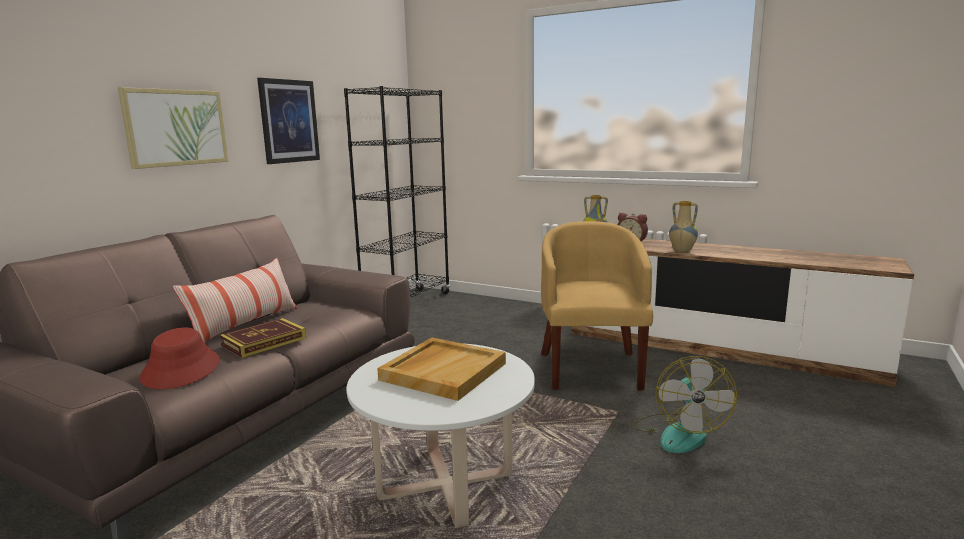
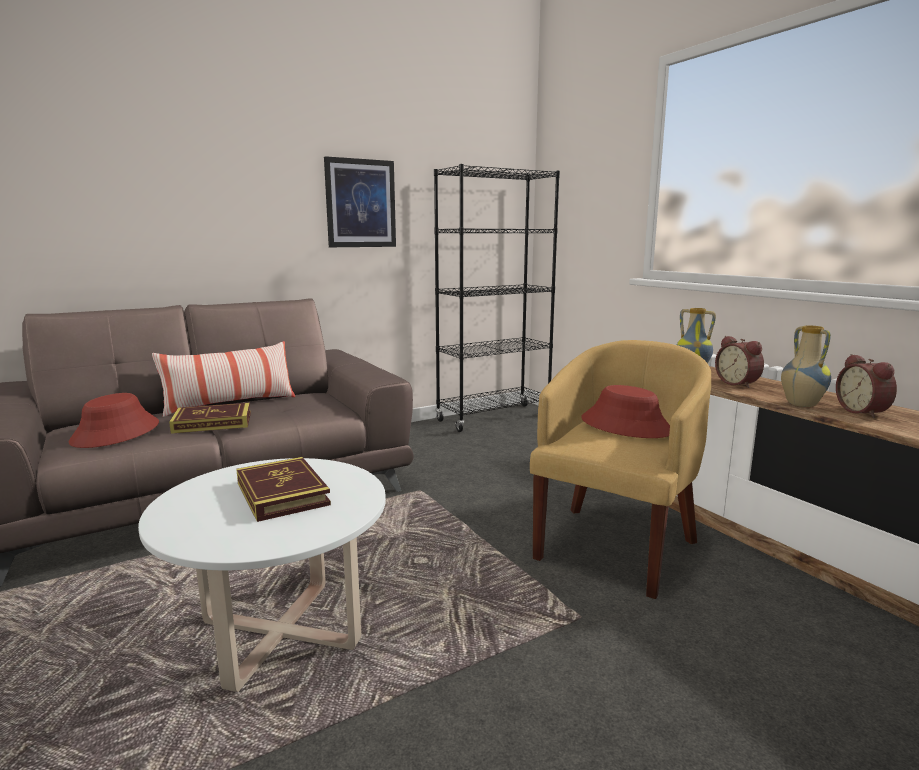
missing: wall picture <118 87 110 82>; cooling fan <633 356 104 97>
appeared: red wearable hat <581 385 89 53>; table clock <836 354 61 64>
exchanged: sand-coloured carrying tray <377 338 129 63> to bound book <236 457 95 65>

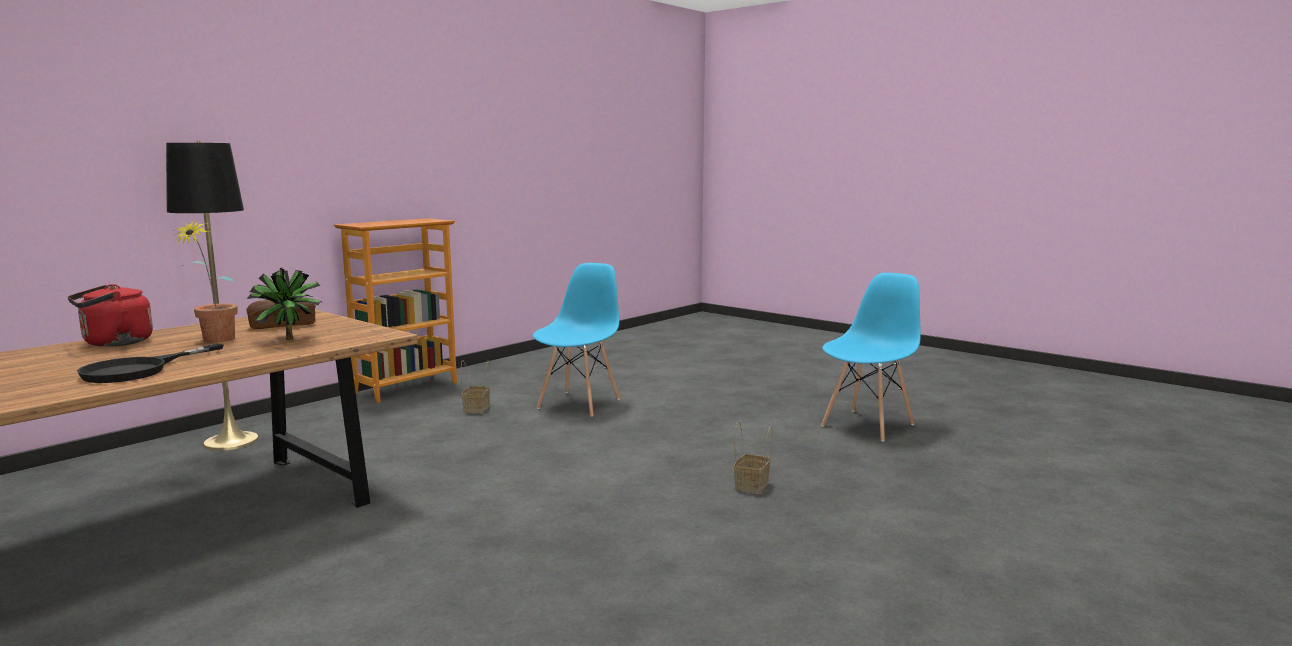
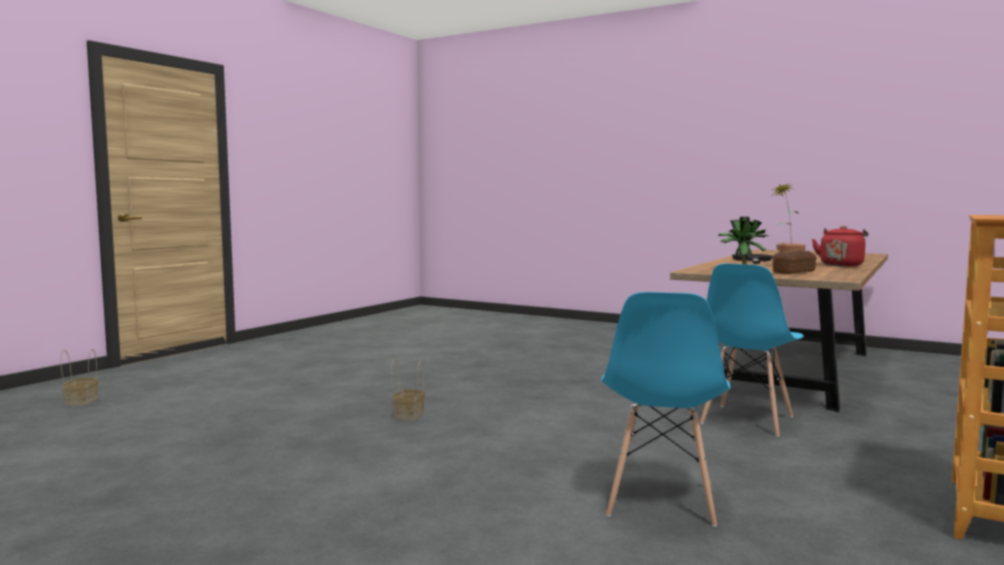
missing: blackish standing lamp <166 141 93 310>
relocated: household basket <461 360 29 54> to <60 349 39 57>; bluish plain chair <821 273 100 168> to <700 264 104 173>

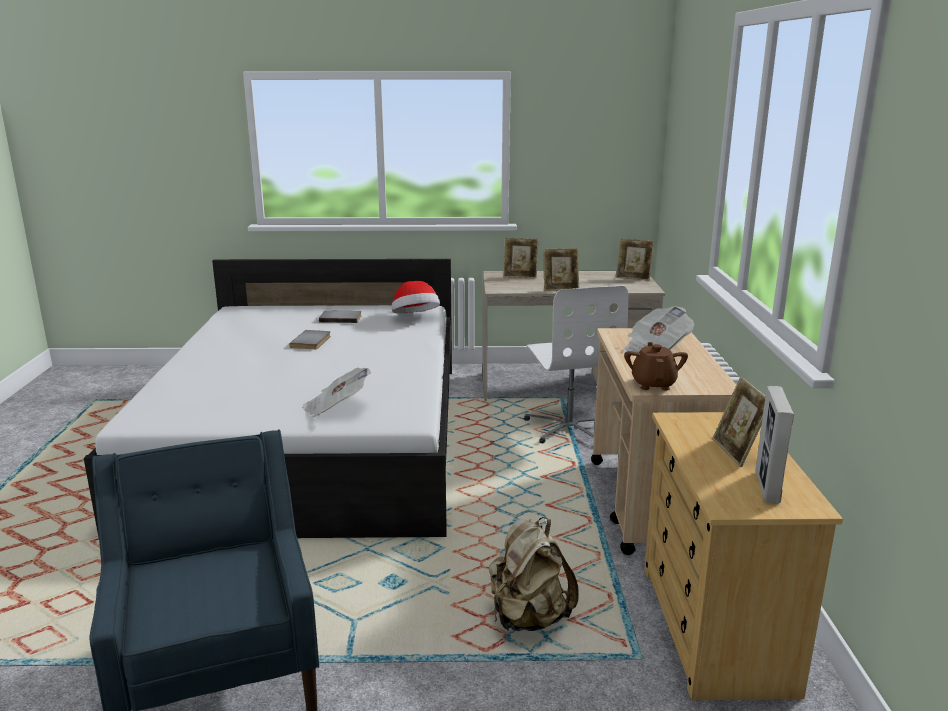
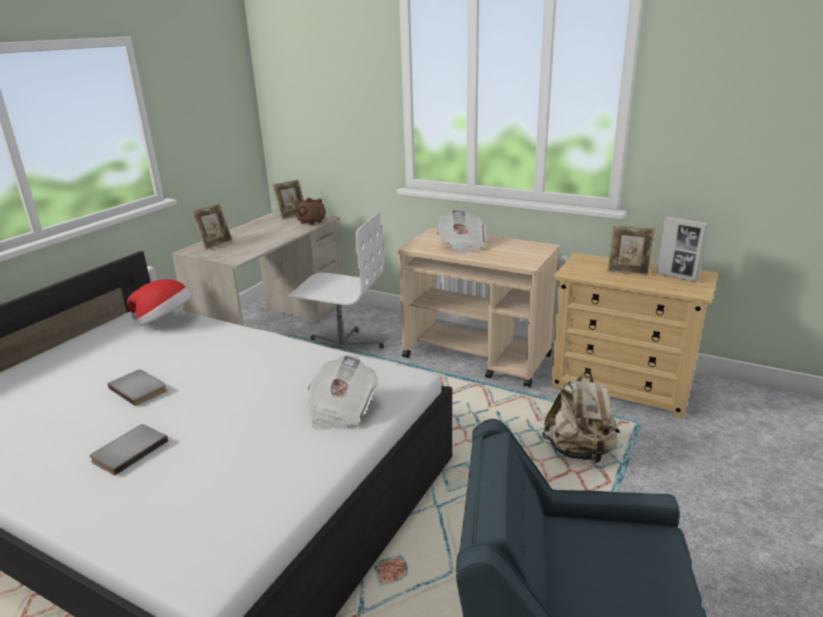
missing: picture frame <543 248 36 43>
relocated: greyish bound book <319 310 43 13> to <90 424 78 51>; brown pot for tea <624 342 64 48> to <293 198 33 27>

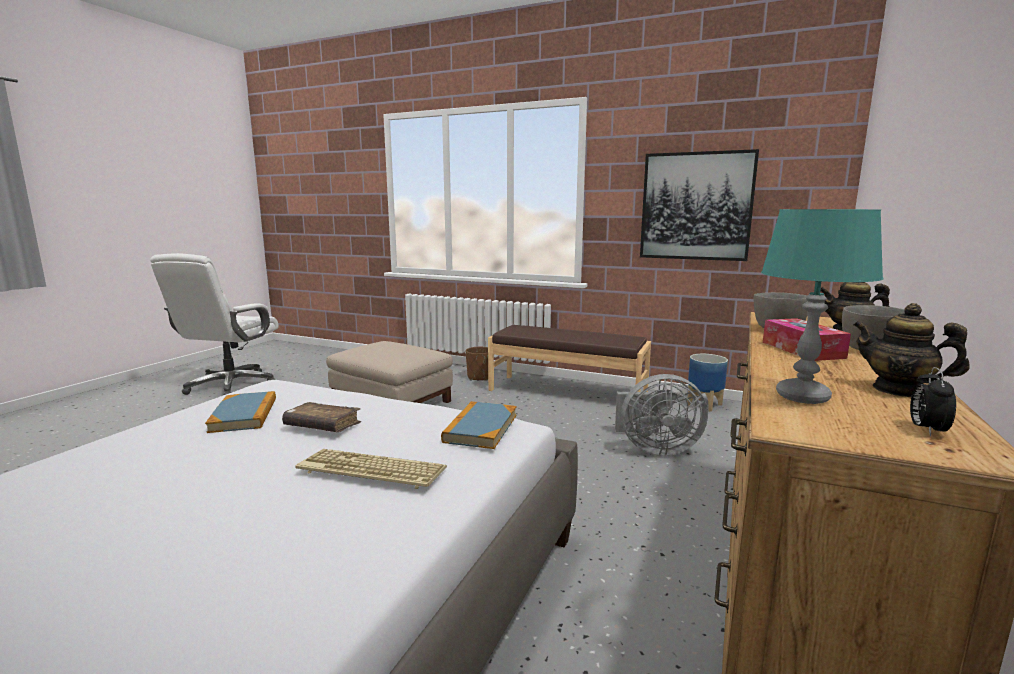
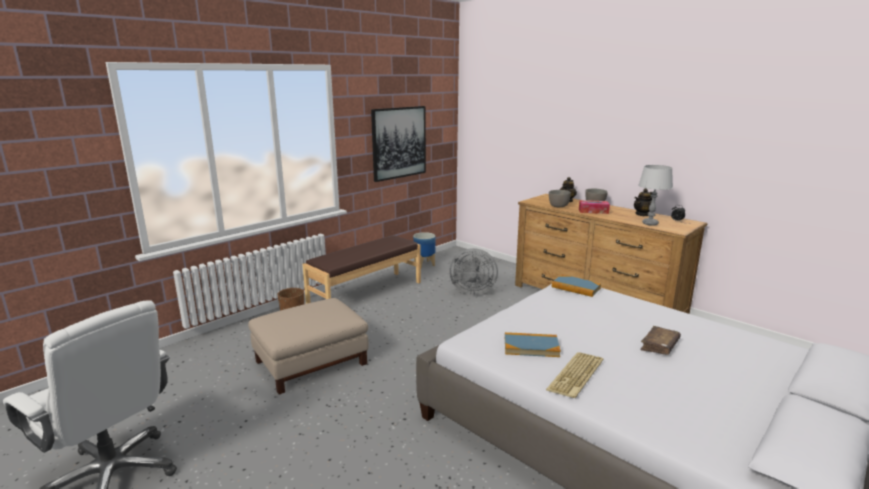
relocated: computer keyboard <296 449 151 40> to <546 352 57 46>; brown bound book <282 402 79 30> to <640 326 41 29>
colour: blue-green table lamp <761 209 122 195> to greyish table lamp <638 165 35 61>
spun: greyish cooling fan <615 374 93 82> = <449 248 49 47> 75 degrees clockwise

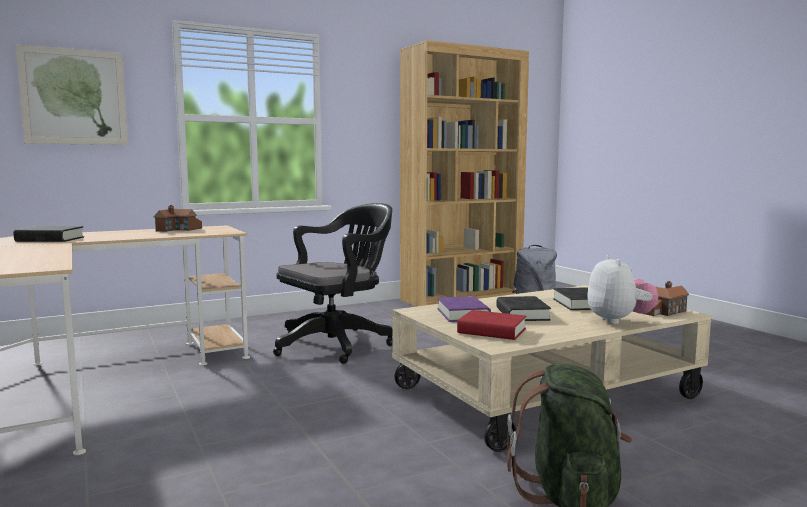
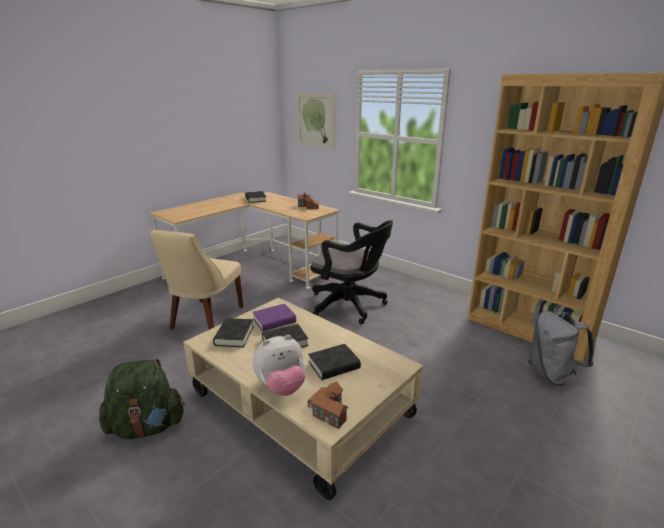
appeared: sand-coloured plain chair <150 230 93 100>
colour: red bound book <457 310 69 30> to blackish bound book <213 318 41 29>

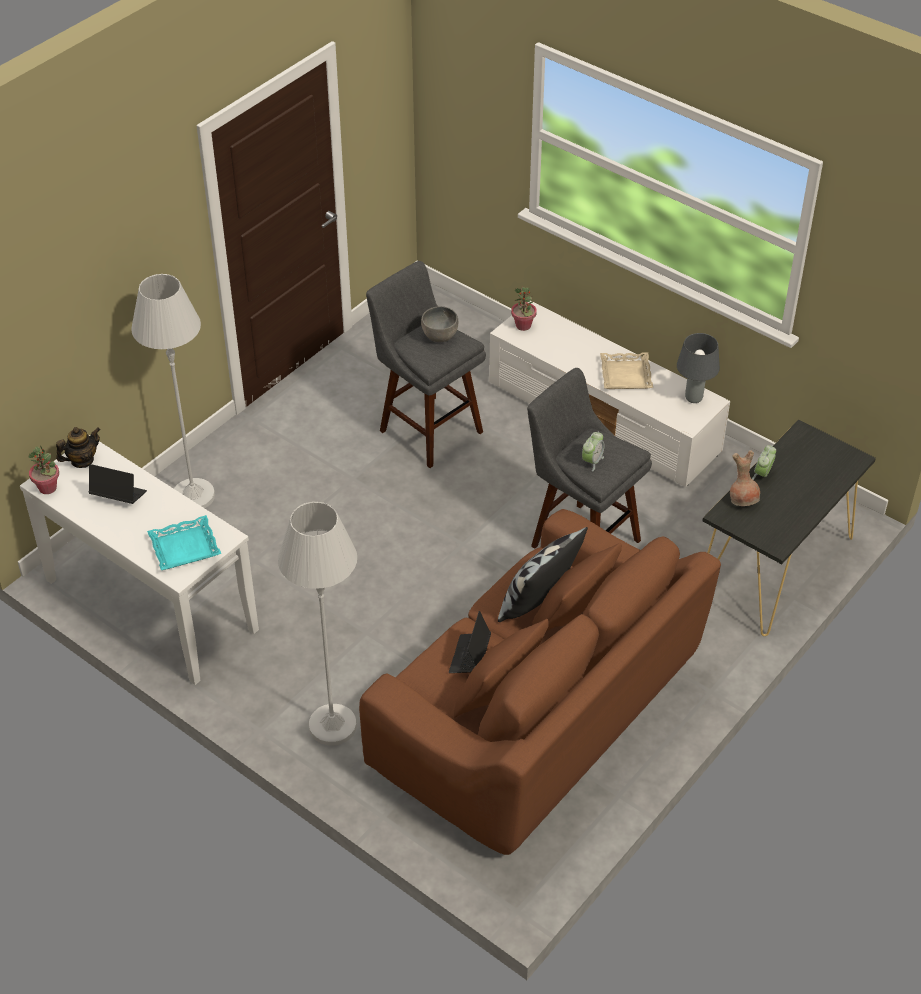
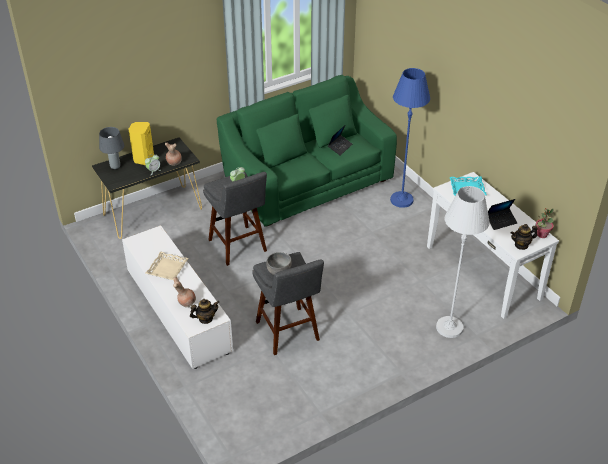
missing: pillow <498 527 90 95>
appeared: yellow loudspeaker <128 122 26 43>; brown flower vase <173 277 23 30>
relocated: greyish table lamp <677 333 43 70> to <99 127 25 42>
exchanged: plant in a pot <511 287 26 44> to pot for tea <190 299 30 25>
colour: brown settee <359 509 362 346> to green settee <217 75 180 151>; whitish standing lamp <278 502 79 244> to bluish standing lamp <390 68 40 140>
spun: notebook computer <89 464 58 40> = <488 199 29 31> 60 degrees counterclockwise

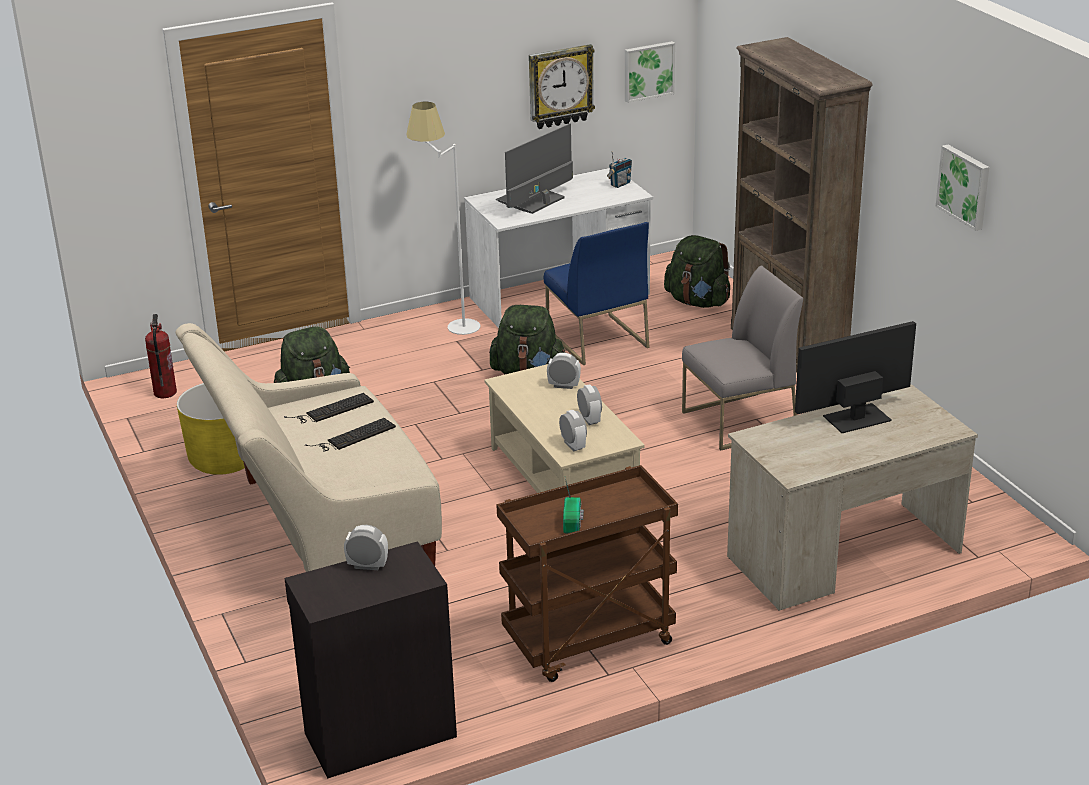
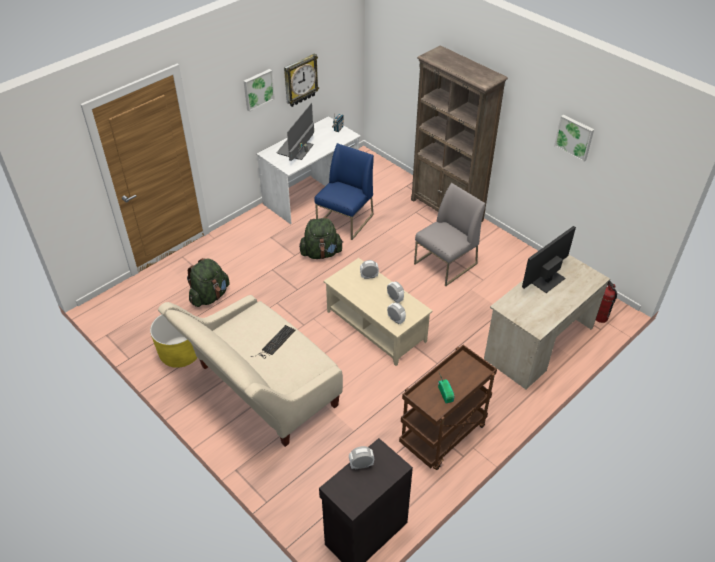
missing: computer keyboard <284 393 90 30>; whitish standing lamp <406 102 74 233>; green knapsack <664 235 66 73>
relocated: wall picture <625 41 50 62> to <244 69 31 43>; fire extinguisher <145 314 32 84> to <596 281 21 42>
spun: bluish plain chair <544 222 105 143> = <314 143 60 97> 105 degrees counterclockwise

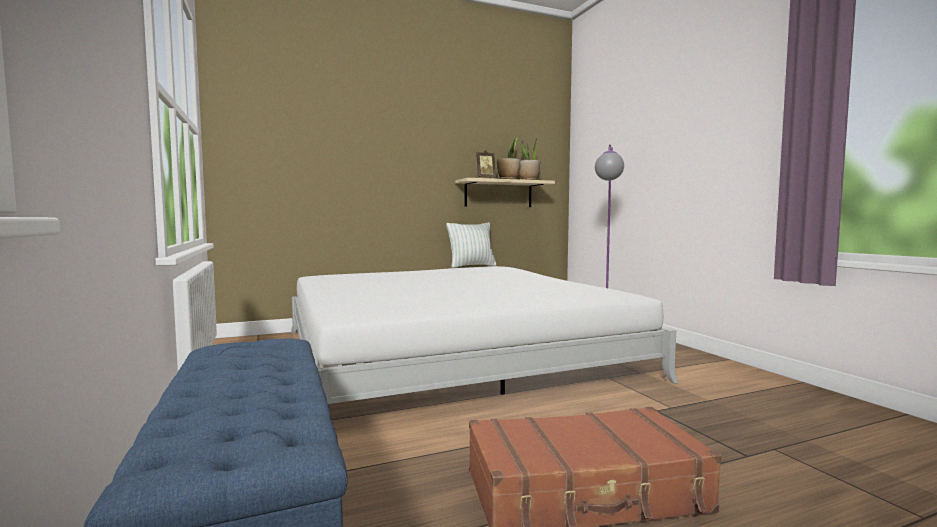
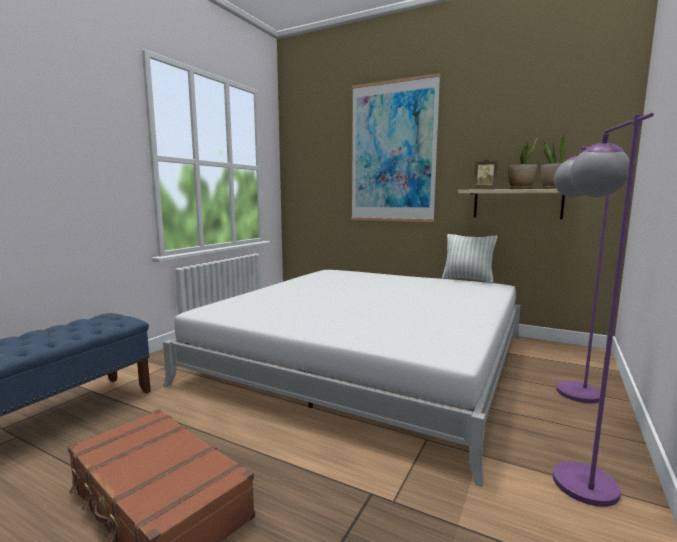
appeared: wall picture <351 73 89 149>; purple-coloured standing lamp <553 113 101 394>

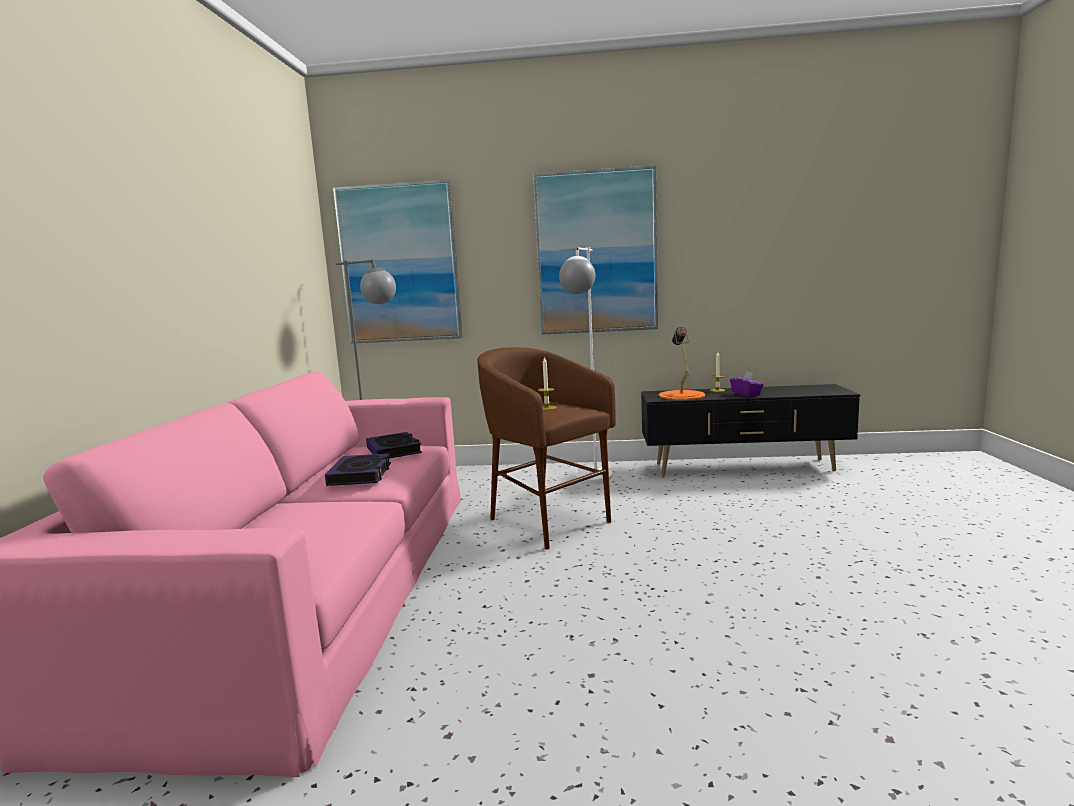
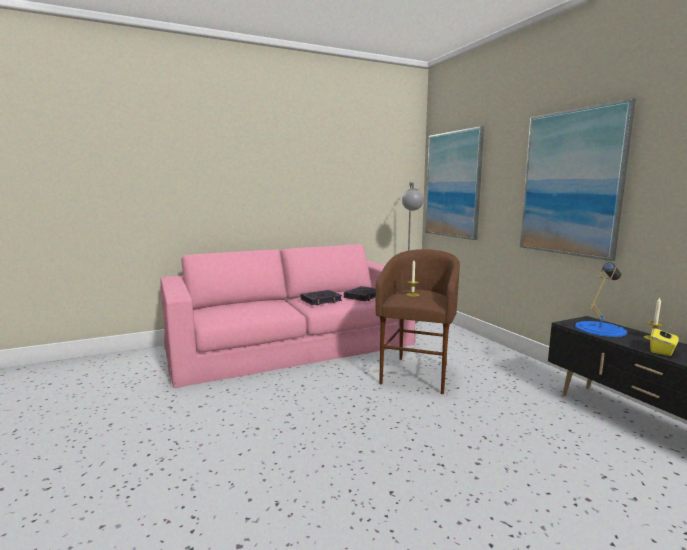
missing: whitish standing lamp <559 247 53 236>
colour: orangey table lamp <659 327 46 73> to bluish table lamp <575 262 52 75>; purple-coloured tissue holder <730 371 34 26> to yellow tissue holder <650 328 29 28>

